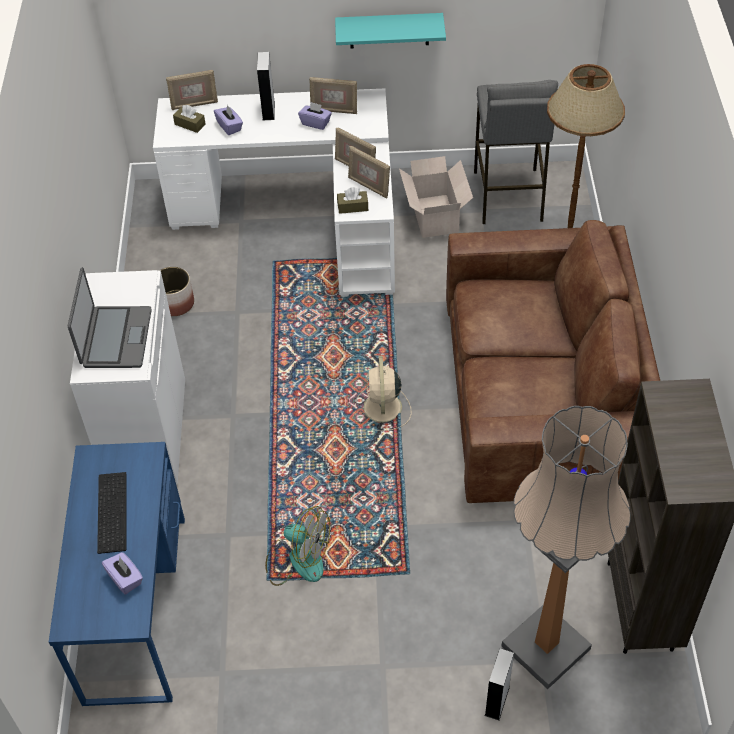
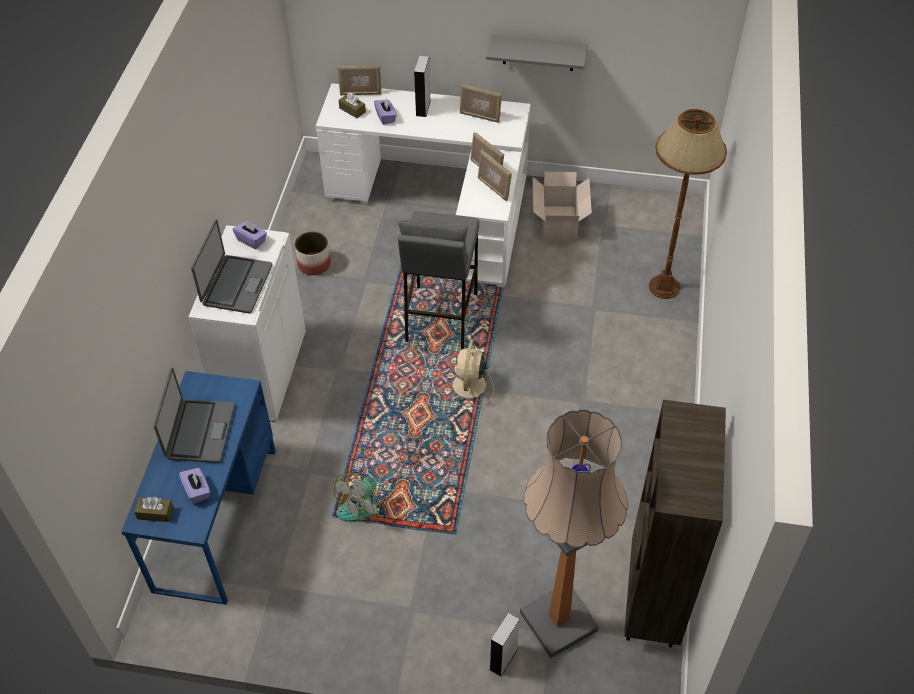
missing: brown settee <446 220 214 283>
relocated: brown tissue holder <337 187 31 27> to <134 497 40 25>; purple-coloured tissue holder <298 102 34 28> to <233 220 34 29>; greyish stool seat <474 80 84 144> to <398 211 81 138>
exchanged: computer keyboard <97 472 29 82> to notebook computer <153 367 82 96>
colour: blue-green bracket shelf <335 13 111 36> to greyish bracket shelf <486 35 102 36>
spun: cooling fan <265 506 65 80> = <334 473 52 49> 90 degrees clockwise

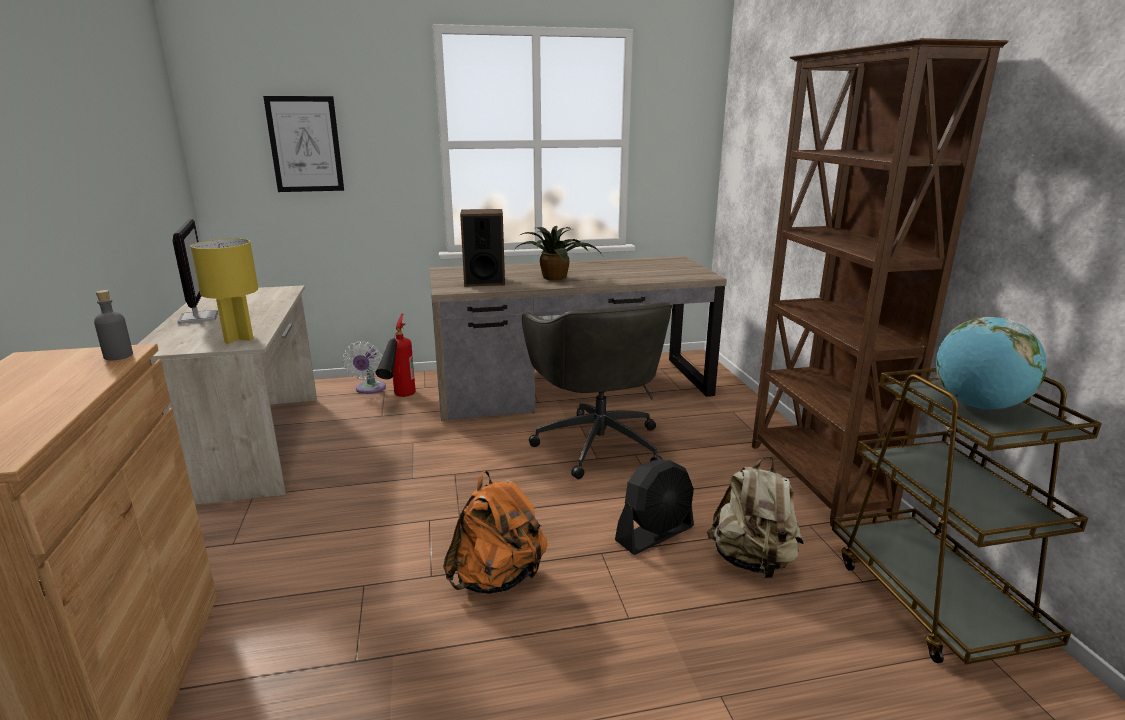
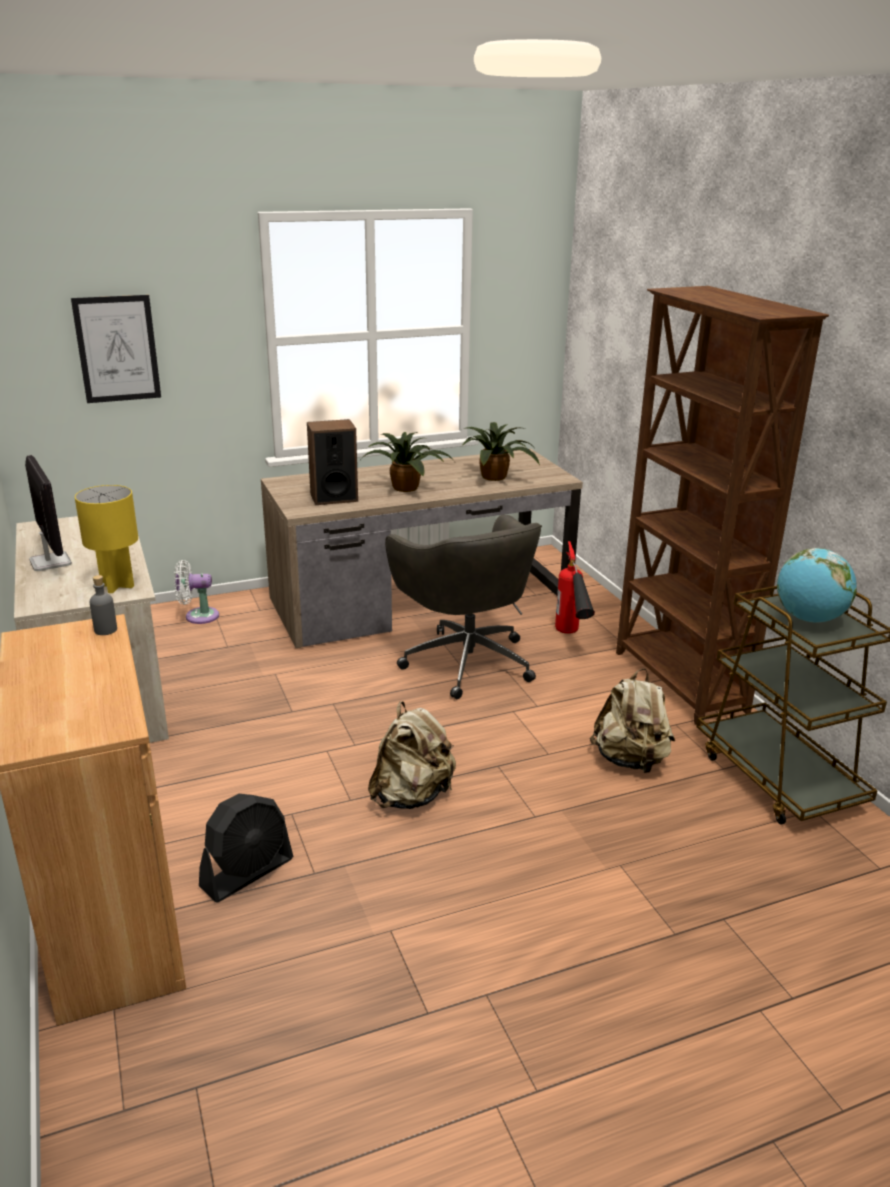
appeared: plant in a pot <462 422 78 59>
relocated: blackish cooling fan <615 460 79 95> to <199 794 94 109>; fire extinguisher <375 313 41 84> to <555 541 40 93>
colour: orangey knapsack <443 471 104 123> to sand-coloured knapsack <368 701 88 108>
spun: whitish cooling fan <342 341 44 53> = <174 560 45 64> 90 degrees clockwise

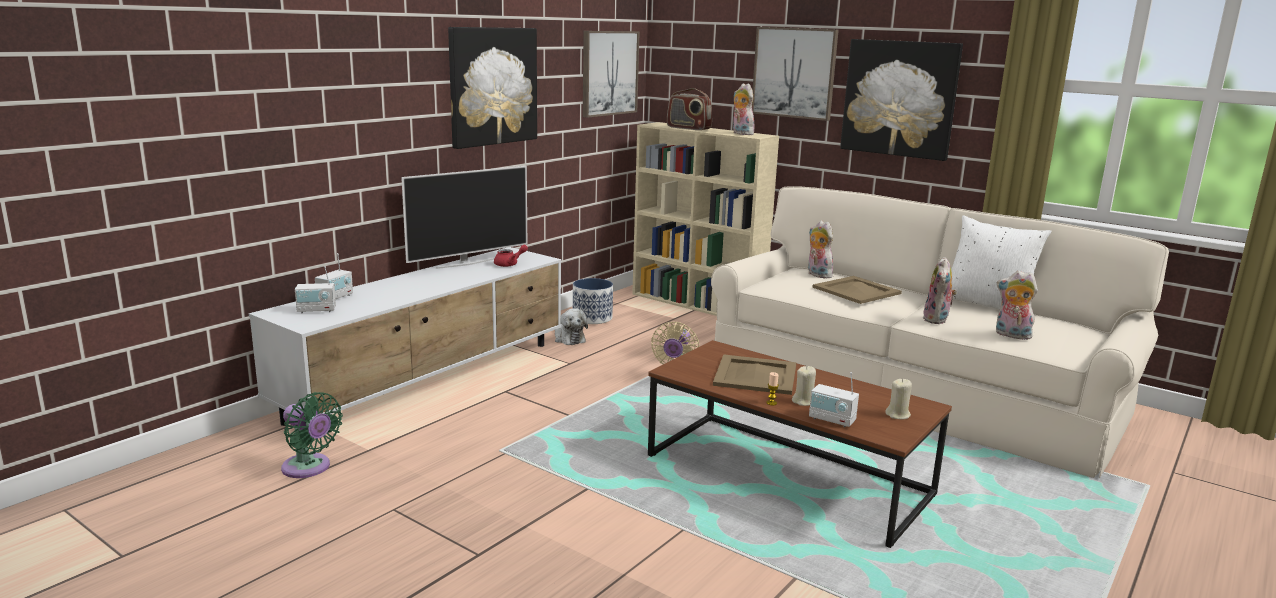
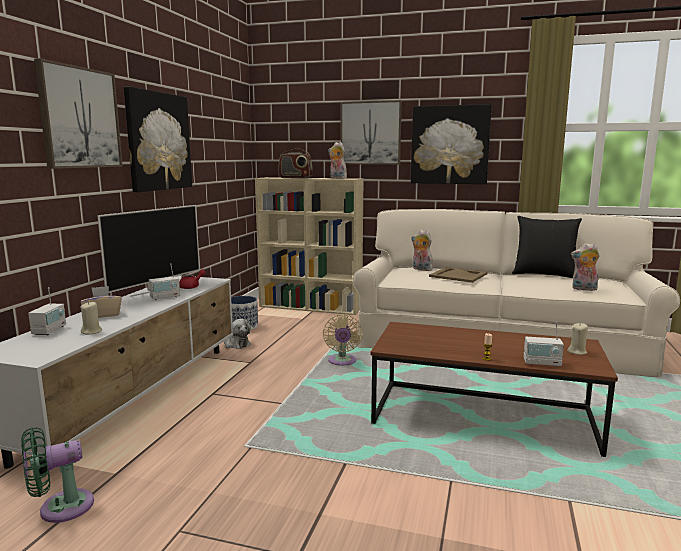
missing: sand-coloured carrying tray <713 354 83 41>; soft toy <923 257 34 67>
appeared: sand-coloured tissue holder <81 286 41 32>
relocated: wall picture <583 31 57 87> to <34 58 89 111>; sand-coloured wax light <792 366 24 40> to <81 302 21 33>; radio receiver <295 266 41 47> to <149 263 31 37>
colour: whitish pillow <951 215 101 95> to blackish pillow <512 216 70 62>
spun: green cooling fan <281 392 62 86> = <21 427 73 96> 135 degrees clockwise

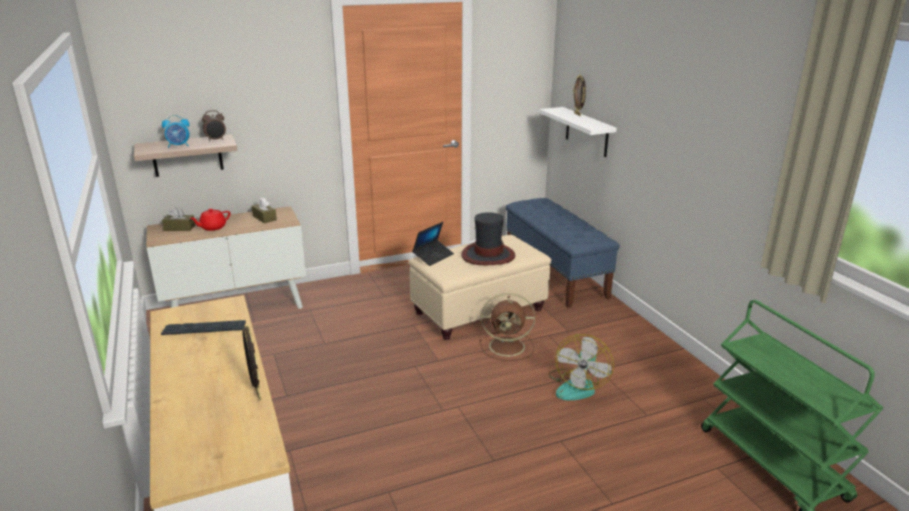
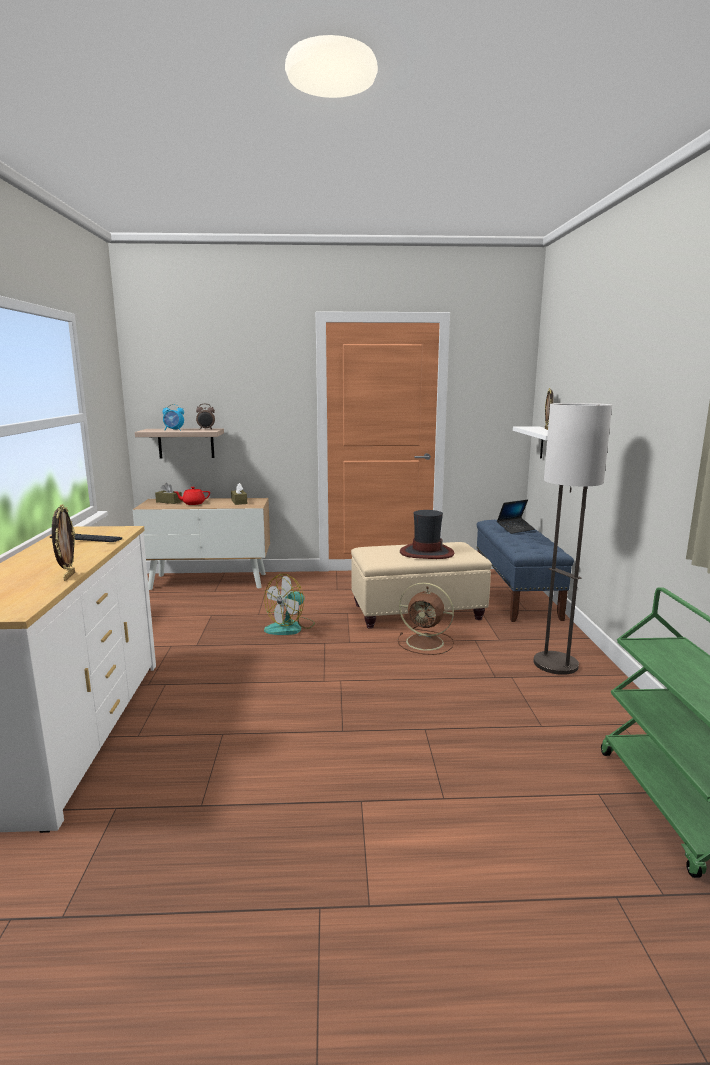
appeared: standing lamp <533 403 79 272>
relocated: cooling fan <549 334 65 66> to <264 574 51 61>; notebook computer <412 222 42 44> to <497 499 38 35>

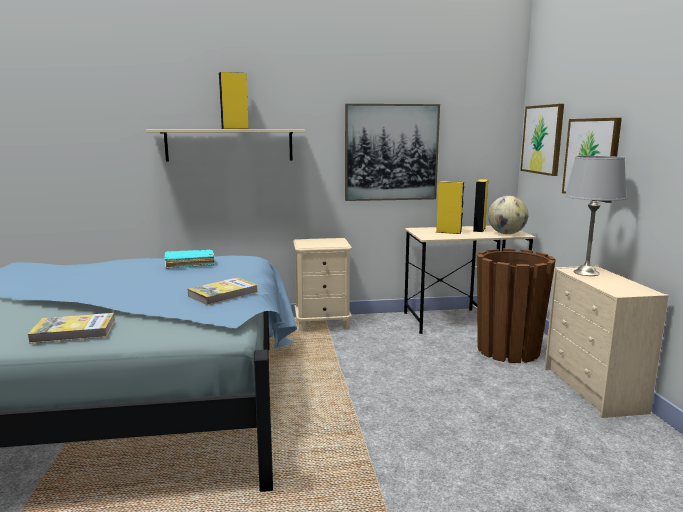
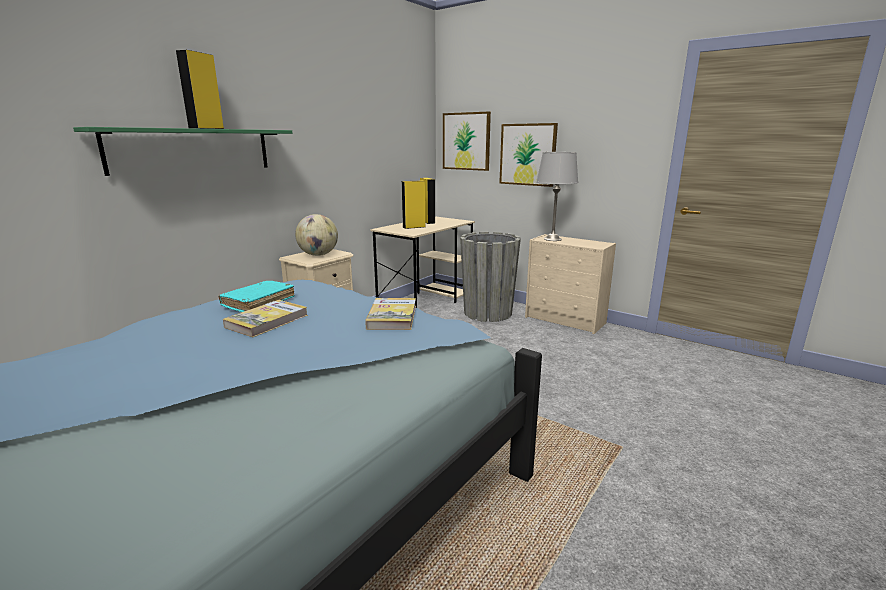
missing: wall picture <345 104 95 97>
relocated: bound book <28 313 87 30> to <223 300 85 37>; desk globe <488 196 40 38> to <295 214 43 42>
colour: sand-coloured bracket shelf <146 129 159 33> to green bracket shelf <73 127 219 49>; brown planter <477 248 79 115> to greyish planter <460 232 61 90>

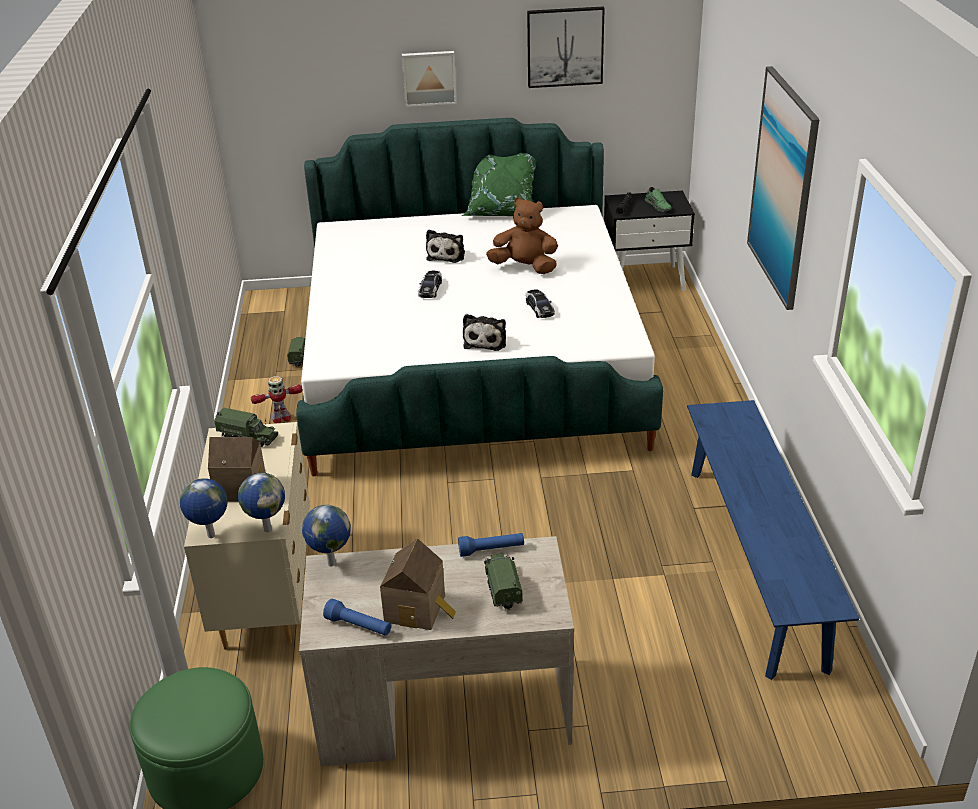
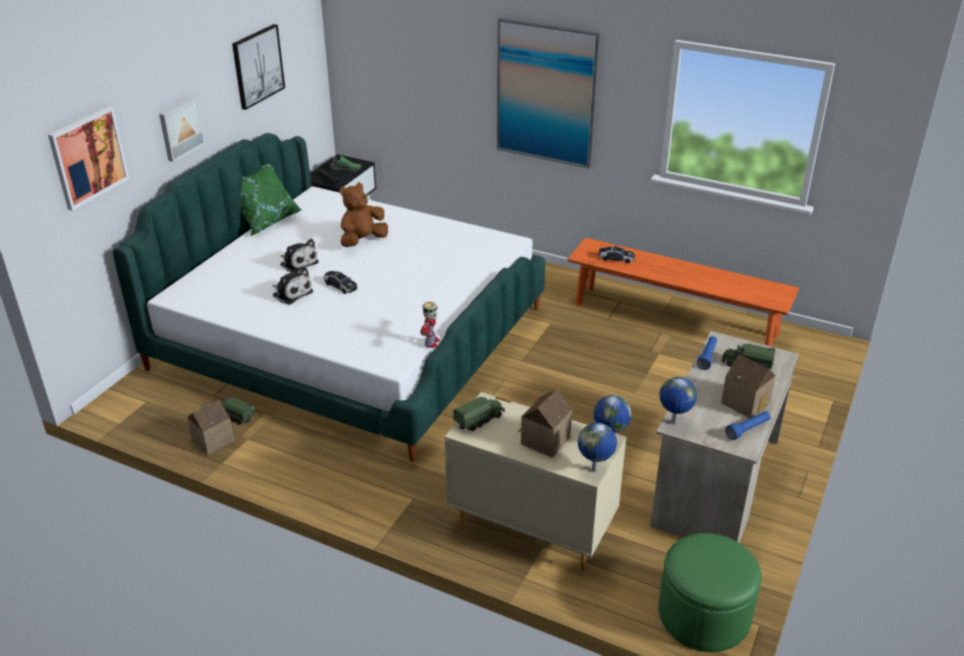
appeared: wall picture <48 106 81 105>; miniature house <187 399 47 56>
relocated: soft toy <463 314 43 37> to <272 268 41 36>; robot figure <251 376 52 47> to <420 302 20 46>; miniature car <526 289 29 29> to <598 246 37 17>
colour: bluish long seat <687 400 172 280> to orangey long seat <567 238 232 109>

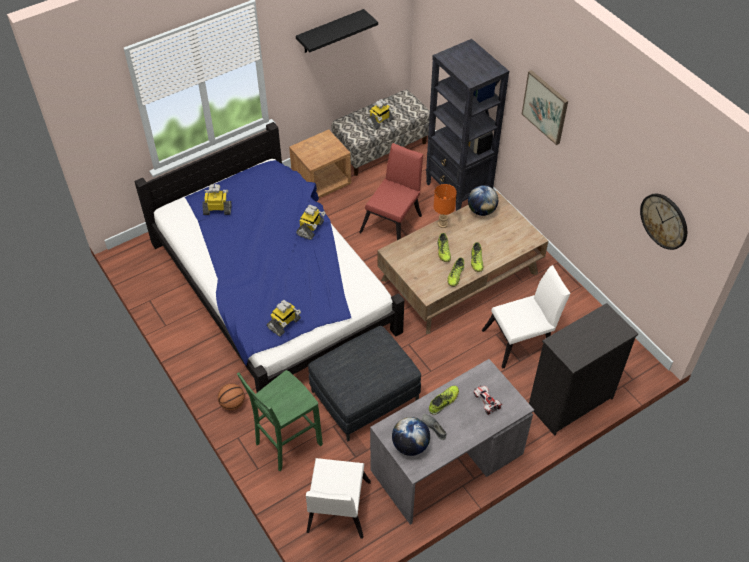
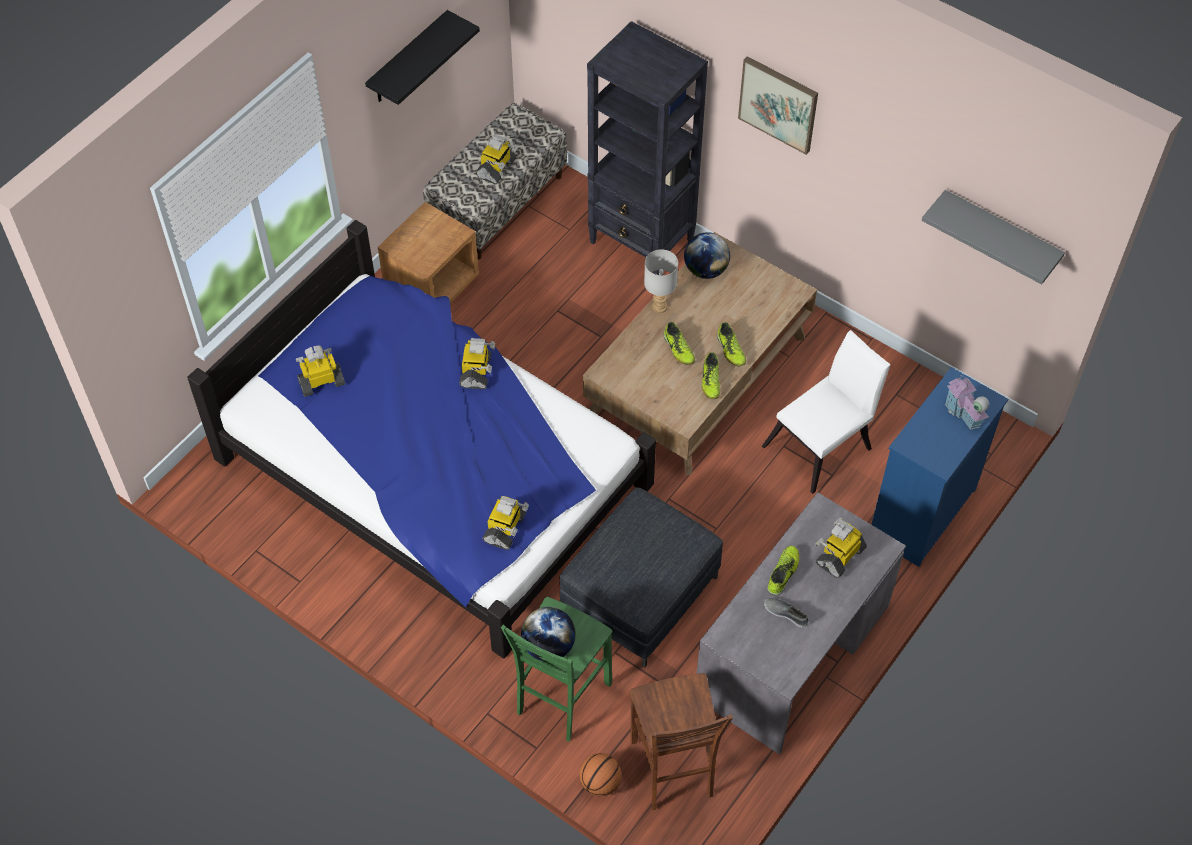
missing: red plain chair <359 143 64 97>
appeared: miniature house <945 376 44 54>
relocated: desk globe <392 417 38 39> to <521 607 55 55>; basketball ball <218 383 27 27> to <579 753 43 43>
exchanged: whitish plain chair <306 458 65 81> to brown stool seat <630 673 103 137>; miniature car <473 385 30 30> to robot figure <816 518 51 60>; hanging clock <640 194 47 56> to greyish bracket shelf <922 190 143 94>
colour: orangey table lamp <433 184 24 44> to greyish table lamp <644 249 34 64>; blackish dresser <529 303 109 133> to bluish dresser <871 367 137 200>

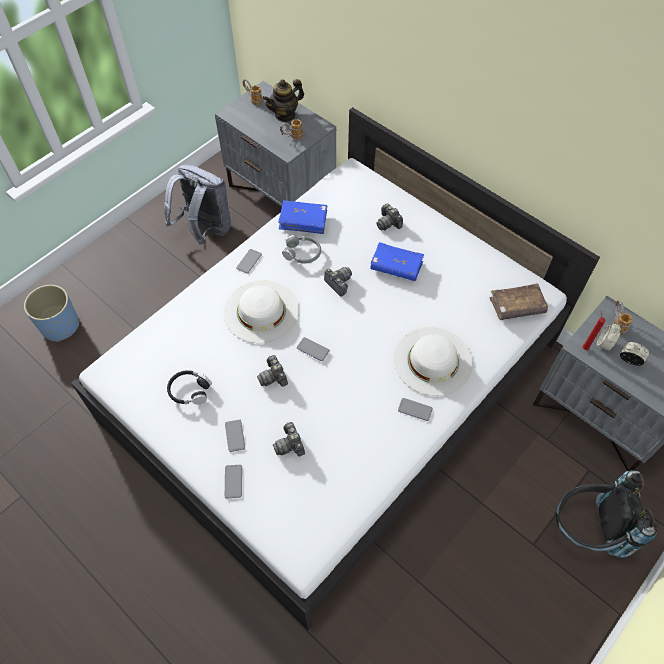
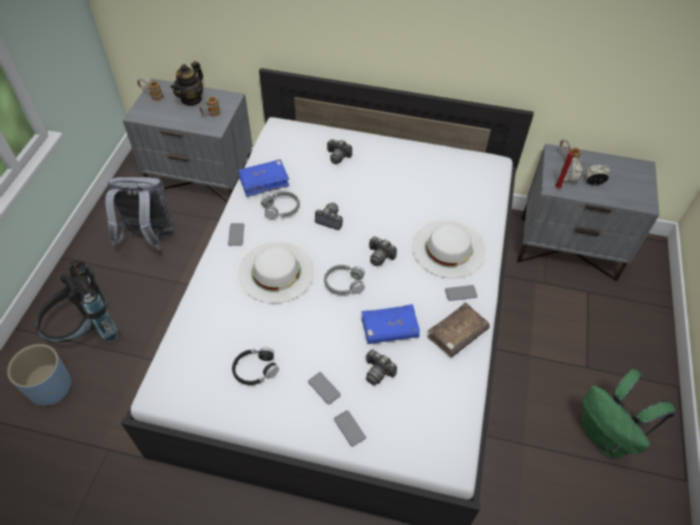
appeared: green knapsack <581 369 95 89>
relocated: blackish knapsack <556 470 102 88> to <36 259 83 83>; bluish bound book <370 242 54 39> to <361 304 59 40>; photo camera <257 355 31 32> to <369 236 28 30>; brown bound book <490 283 58 37> to <427 302 63 55>
exchanged: telephone <297 337 33 24> to greyish headset <324 265 41 30>

